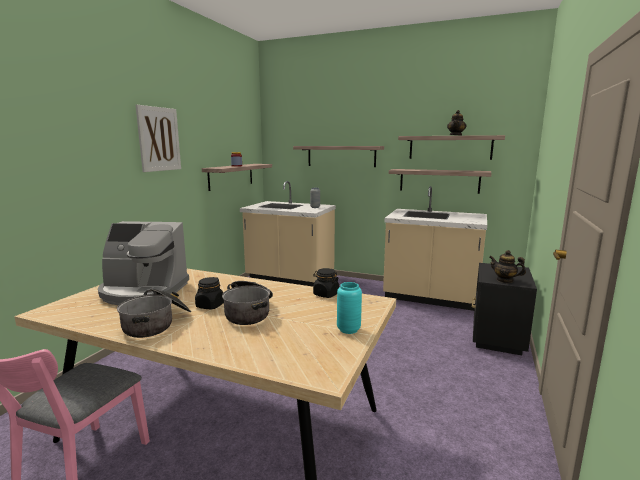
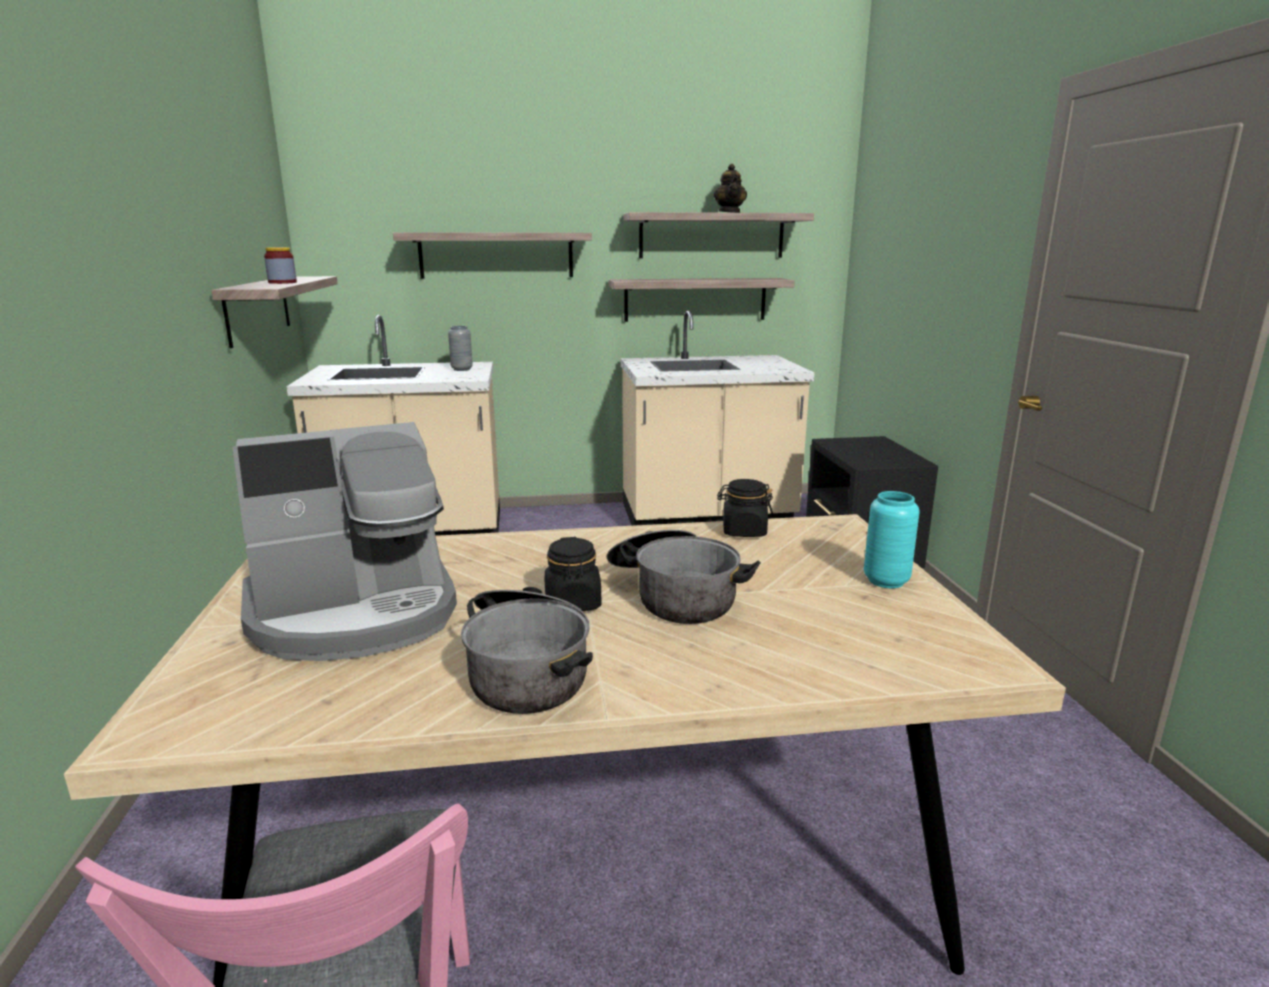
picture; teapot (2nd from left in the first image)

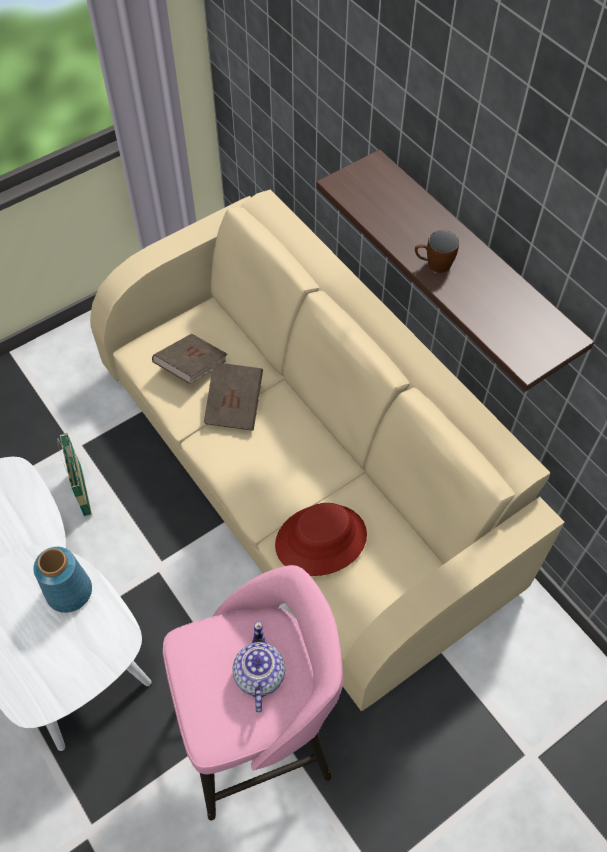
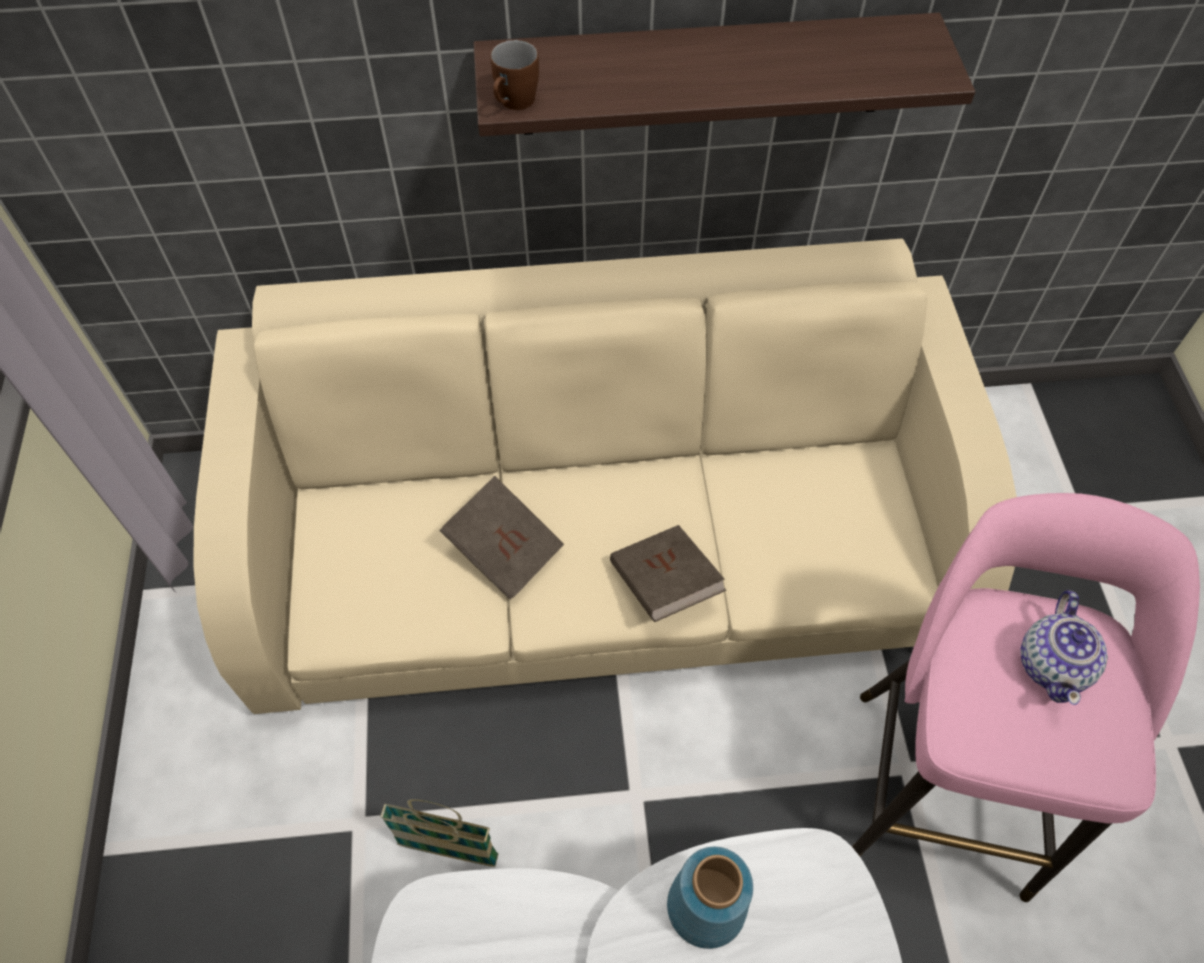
red hat; brown book (2nd from left); brown mug; teapot

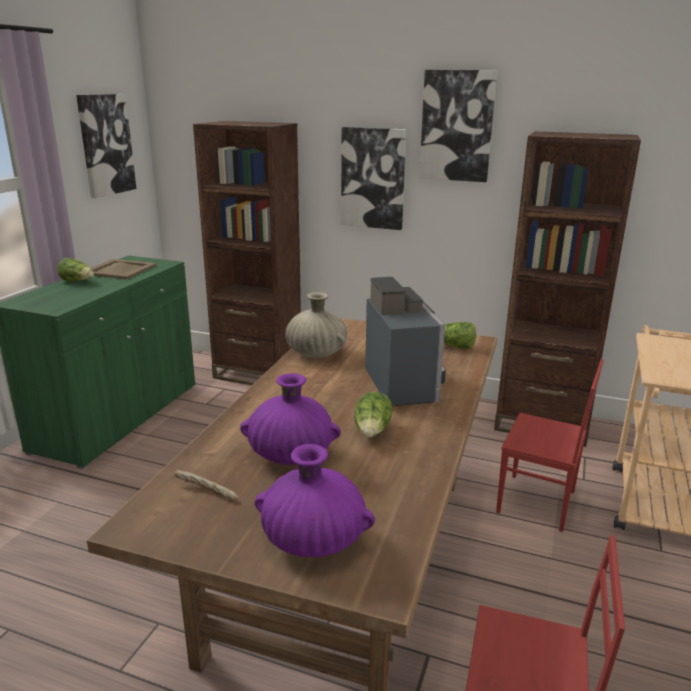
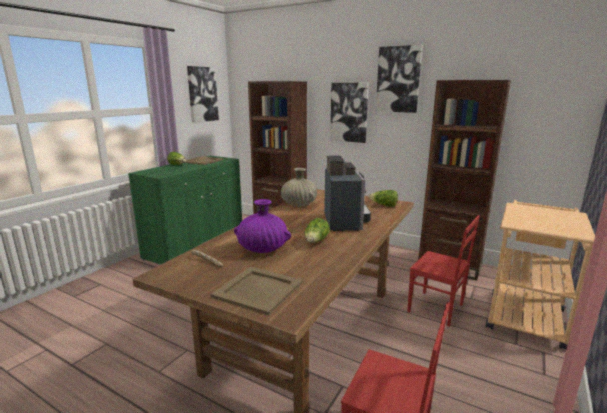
beige tray (2nd from left)

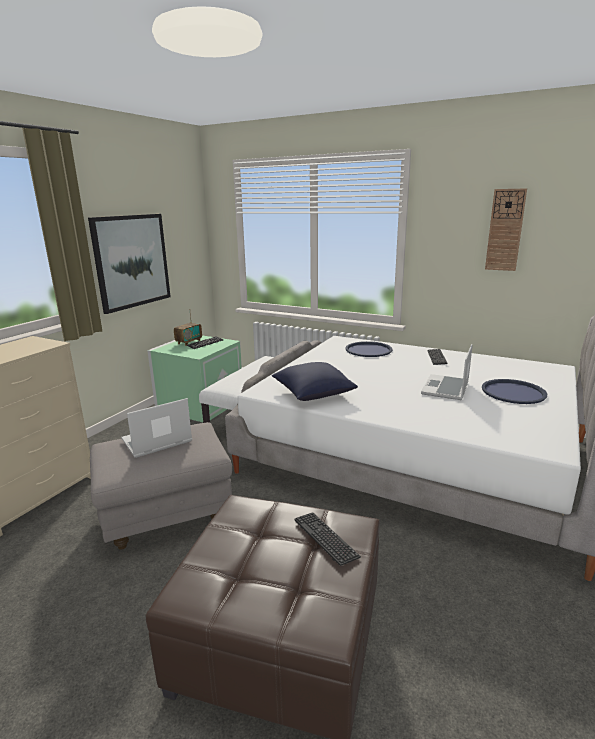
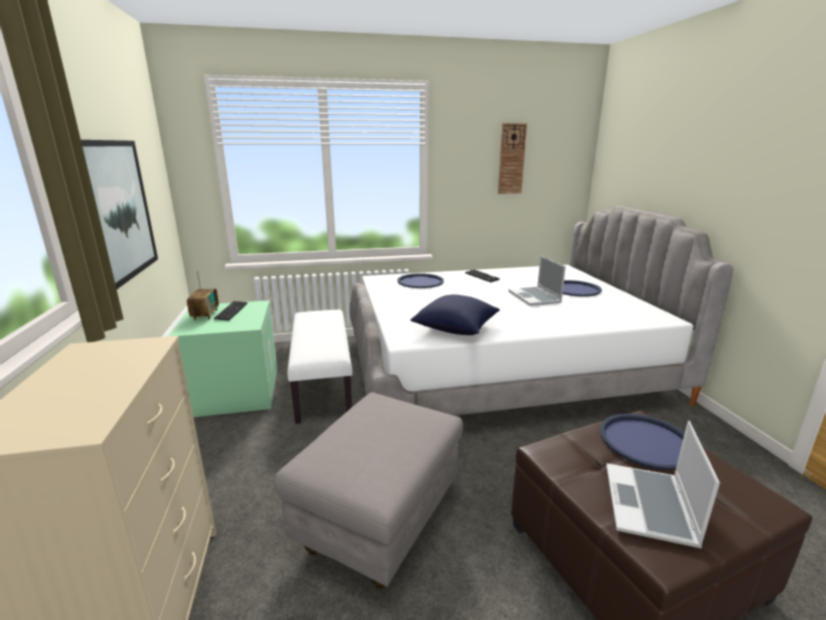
laptop (2nd from left); blue tray (3rd from left)

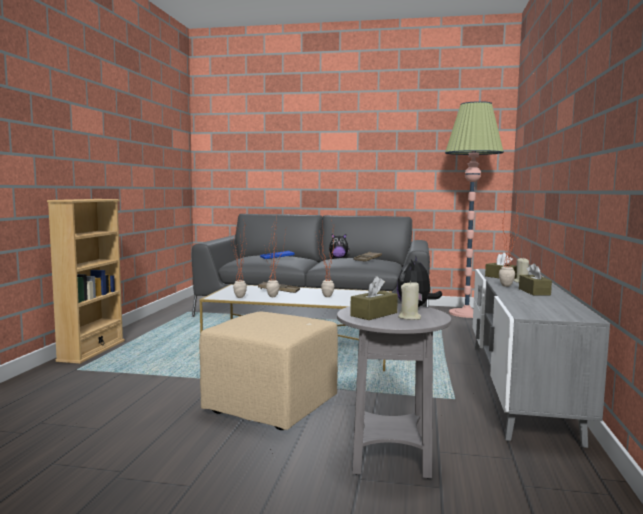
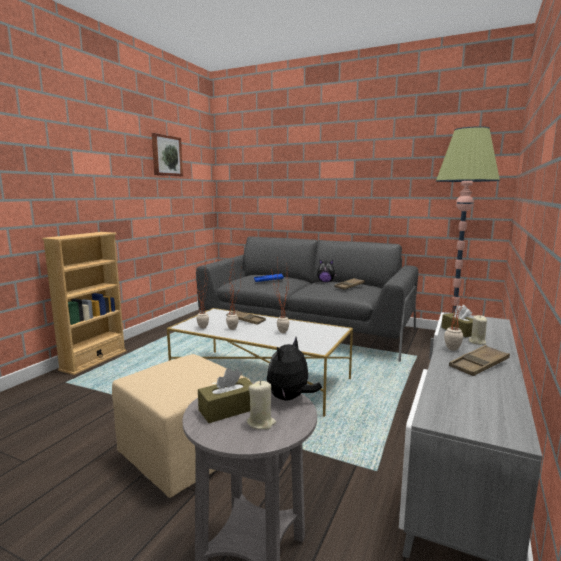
picture; brown tray (3rd from left)

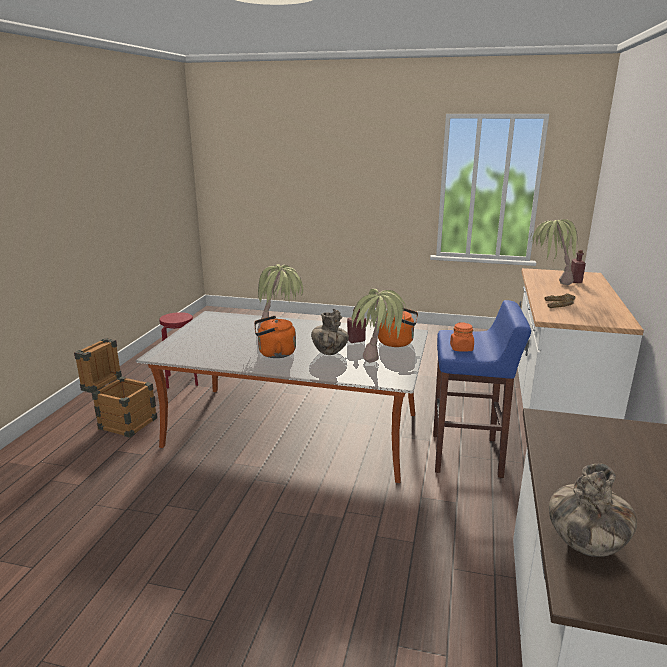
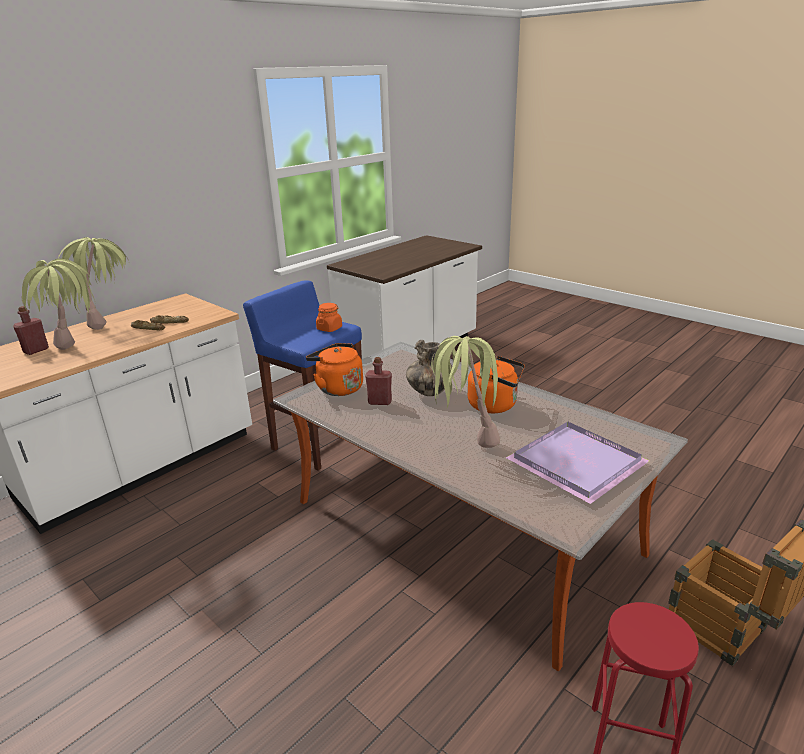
vase (2nd from left in the first image); purple tray; potted plant (2nd from left)

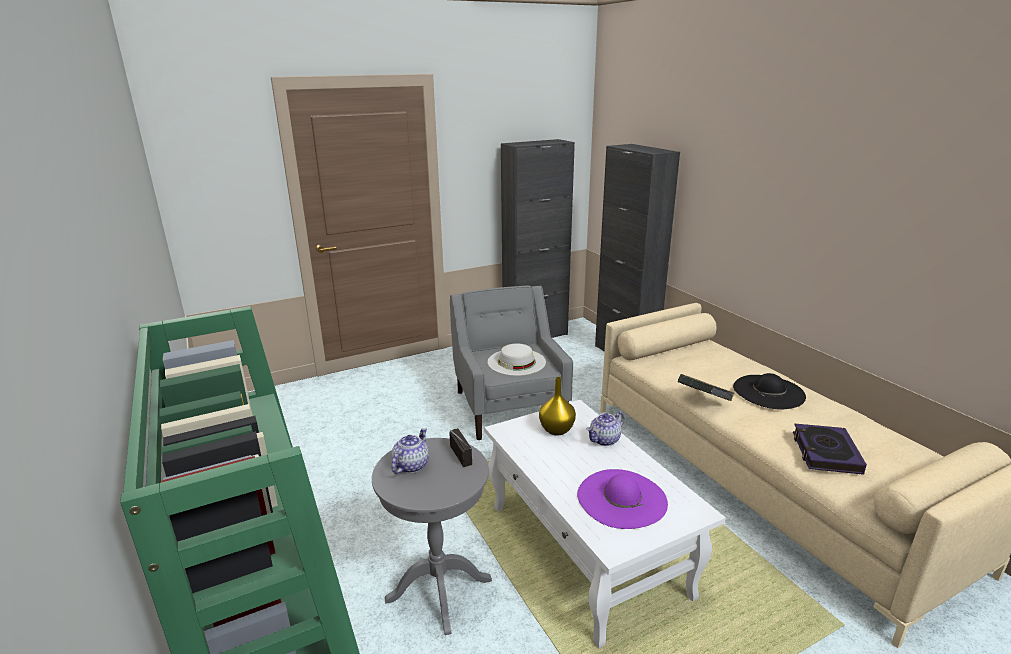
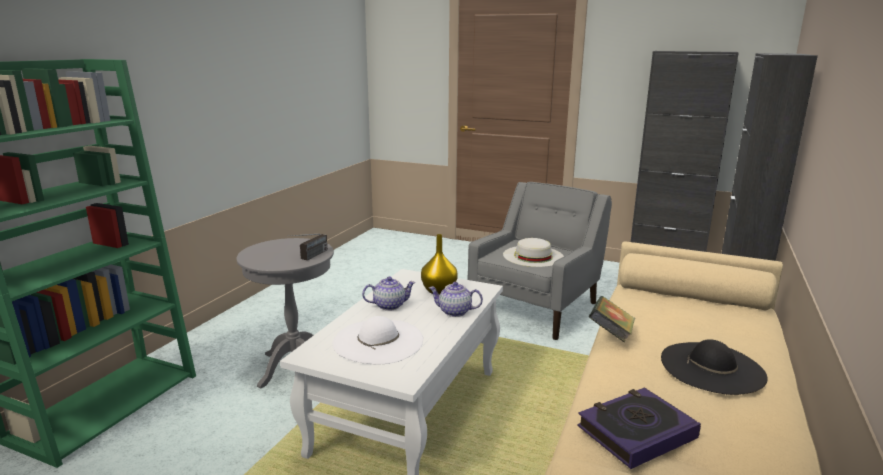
teapot (1st from left); white hat (1st from left)

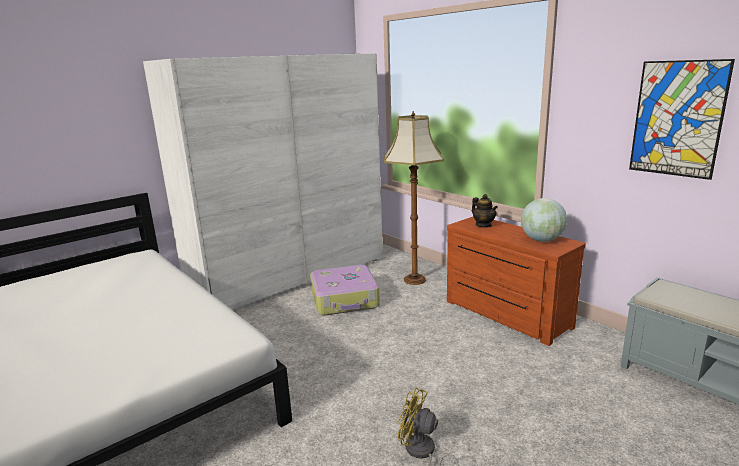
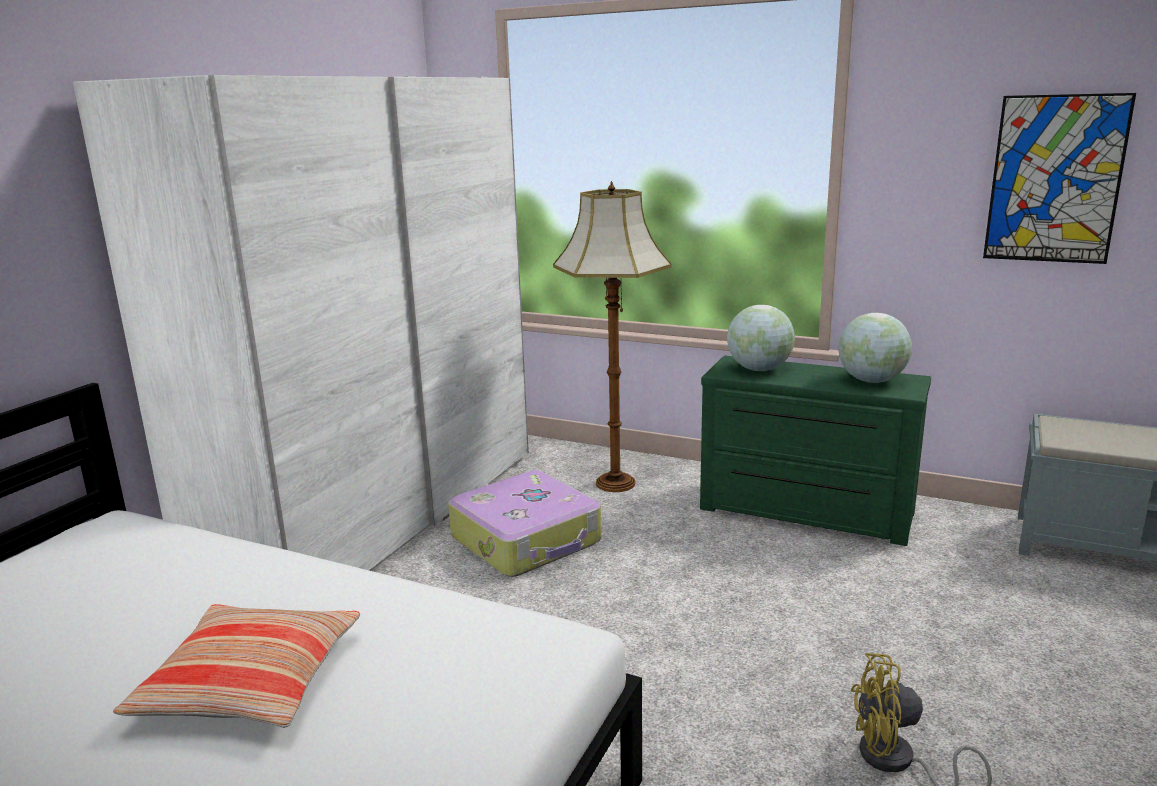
pillow; globe (1st from left); green dresser

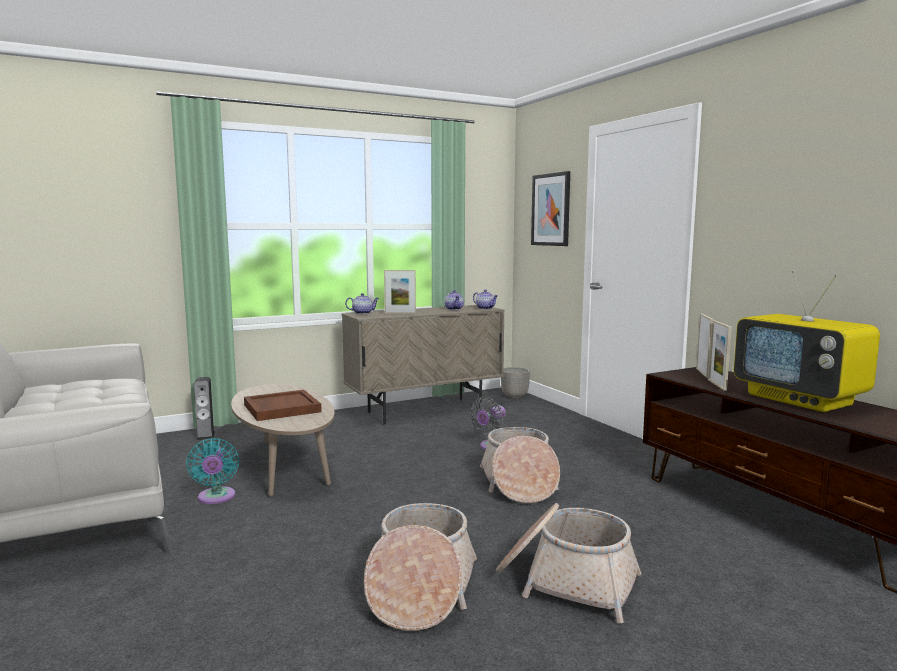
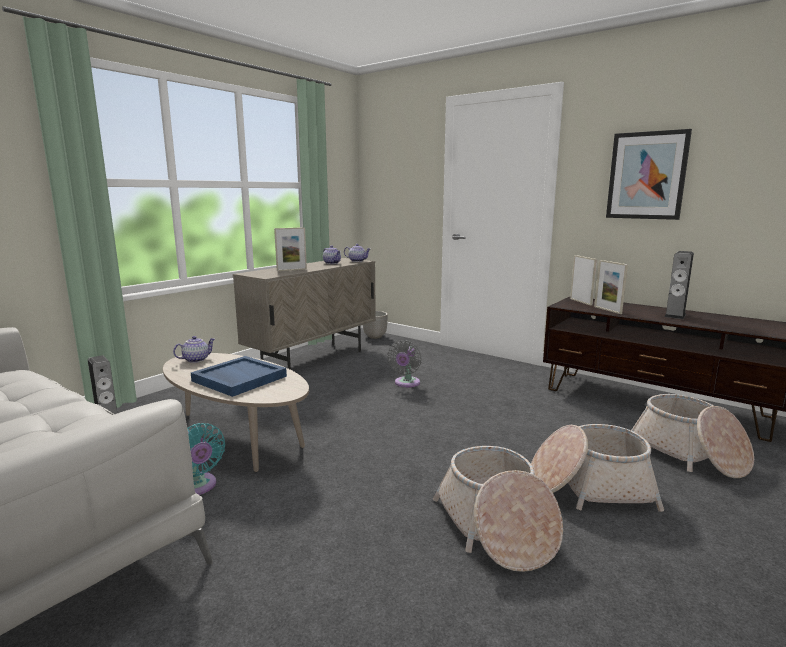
teapot (1st from left); basket (3rd from left); picture; speaker (2nd from left); blue tray

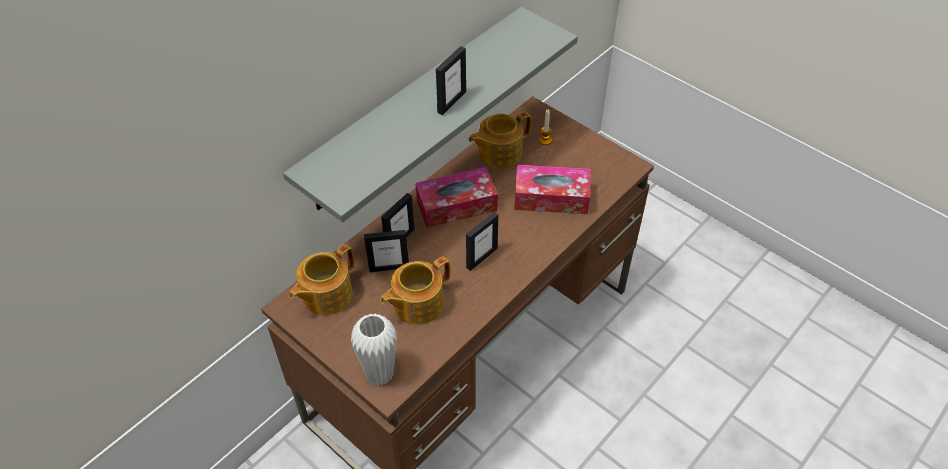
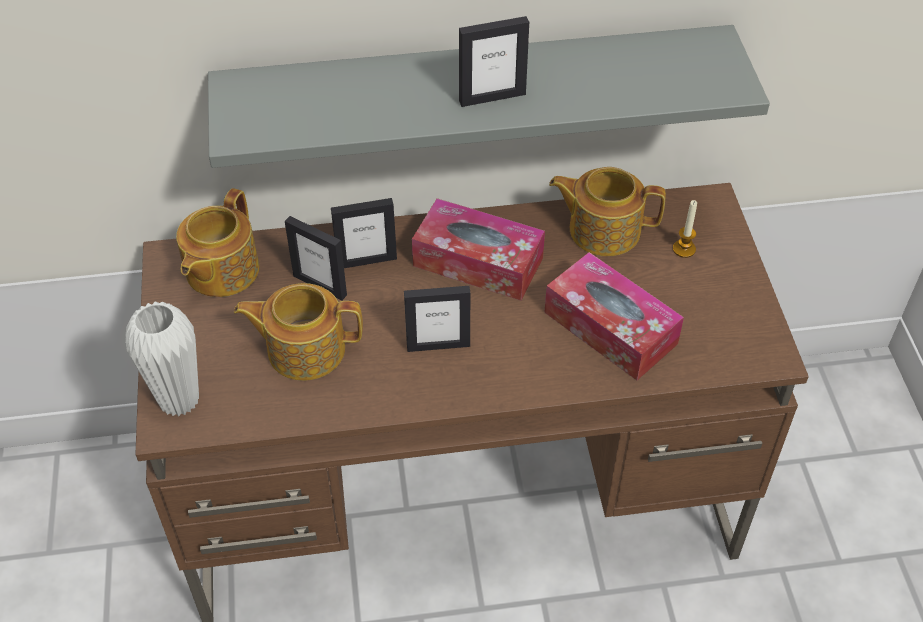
teapot (1st from left)

